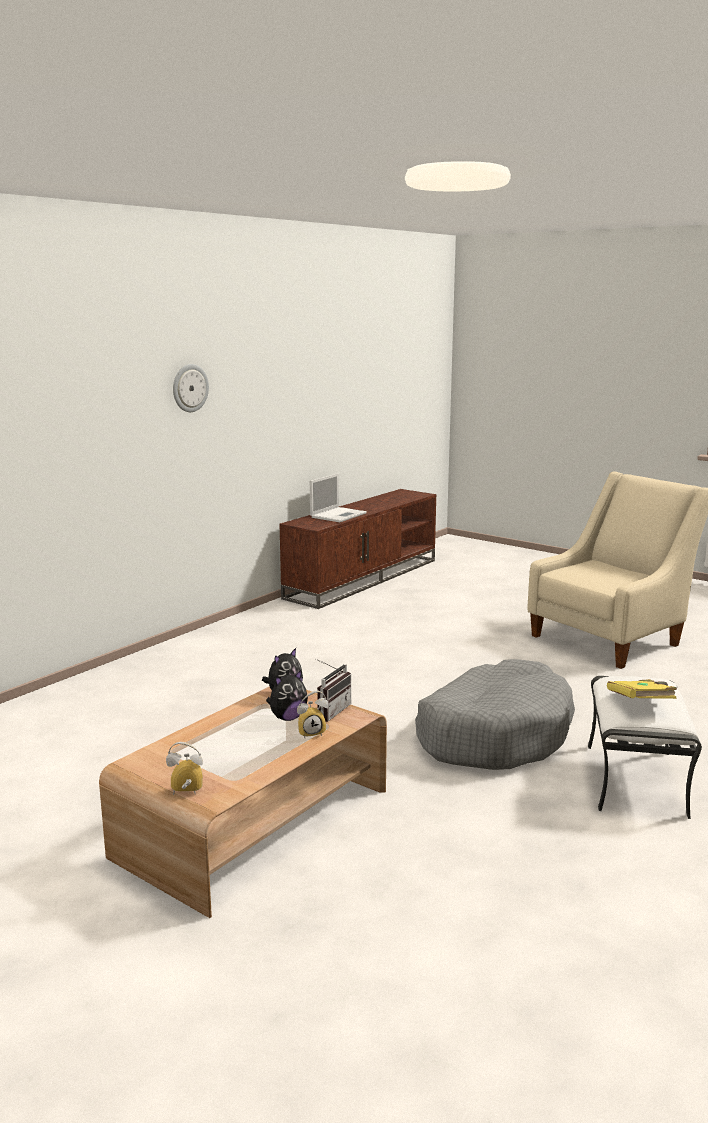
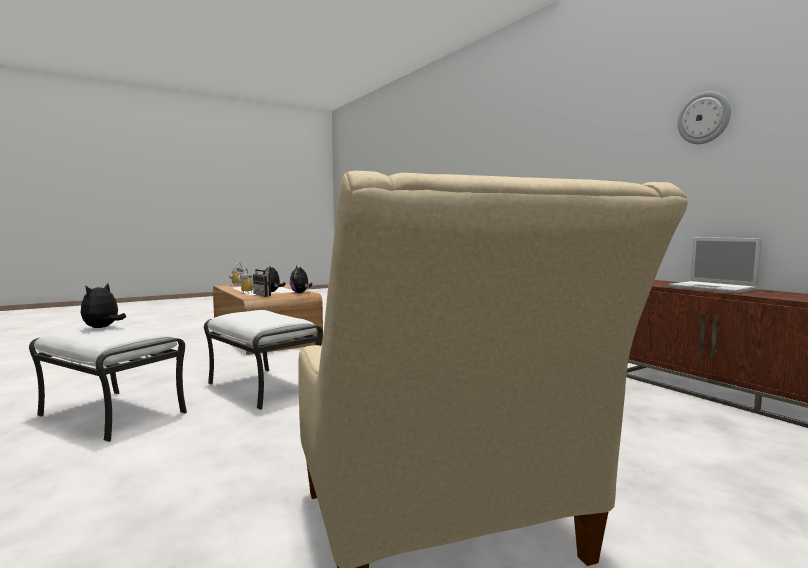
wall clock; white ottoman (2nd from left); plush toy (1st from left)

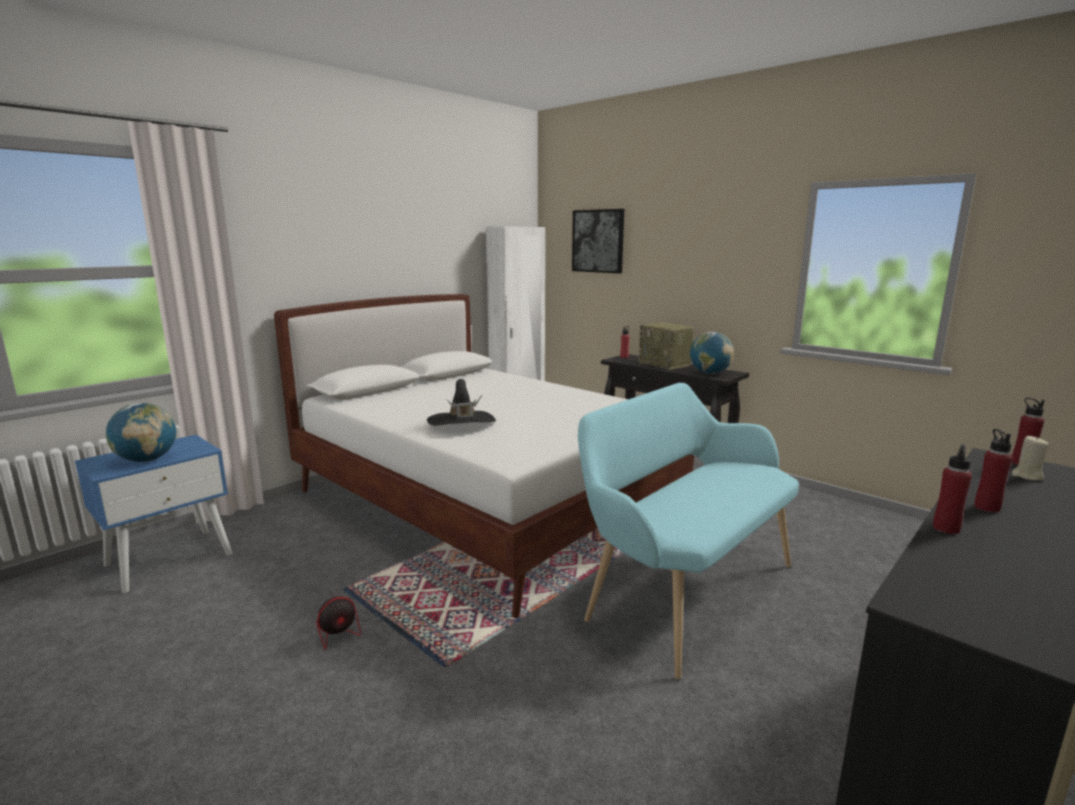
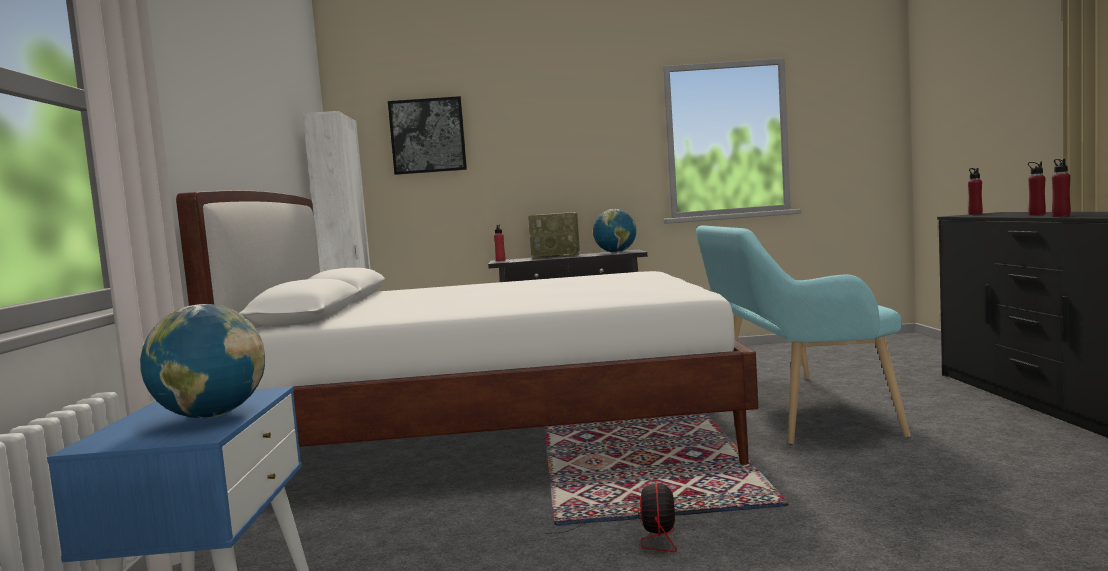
black hat; beige candle

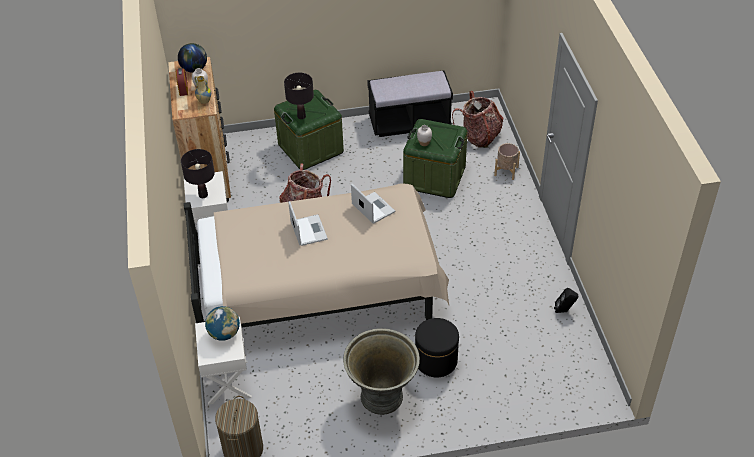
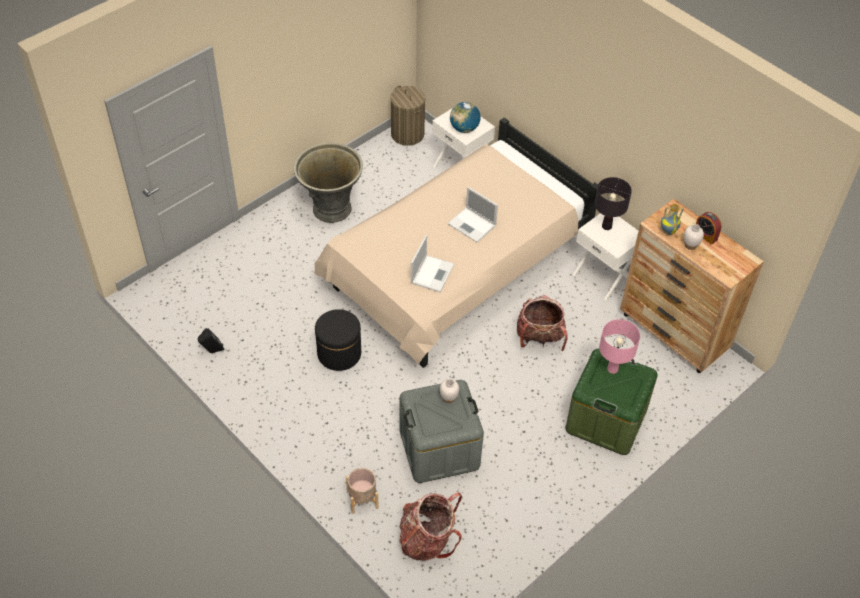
globe (1st from left in the first image); black bench; black ottoman; pink table lamp; grey storage box; laptop (1st from left)

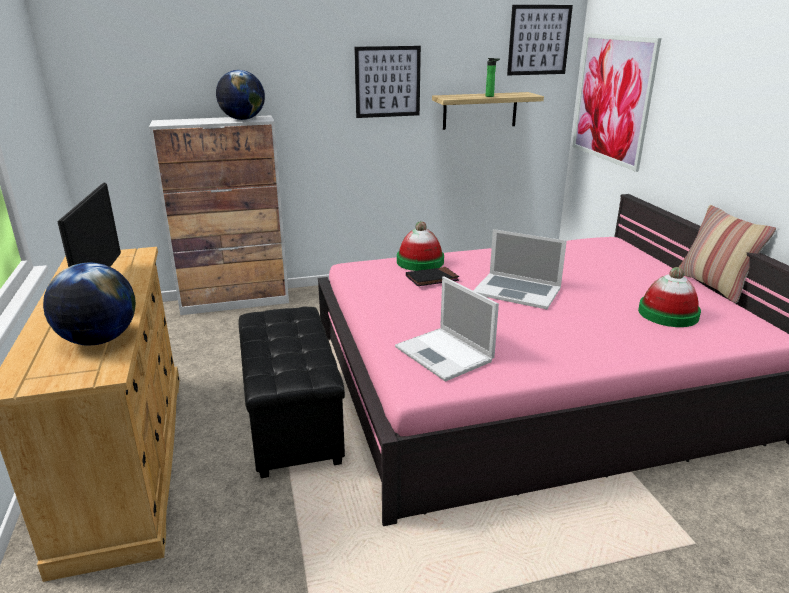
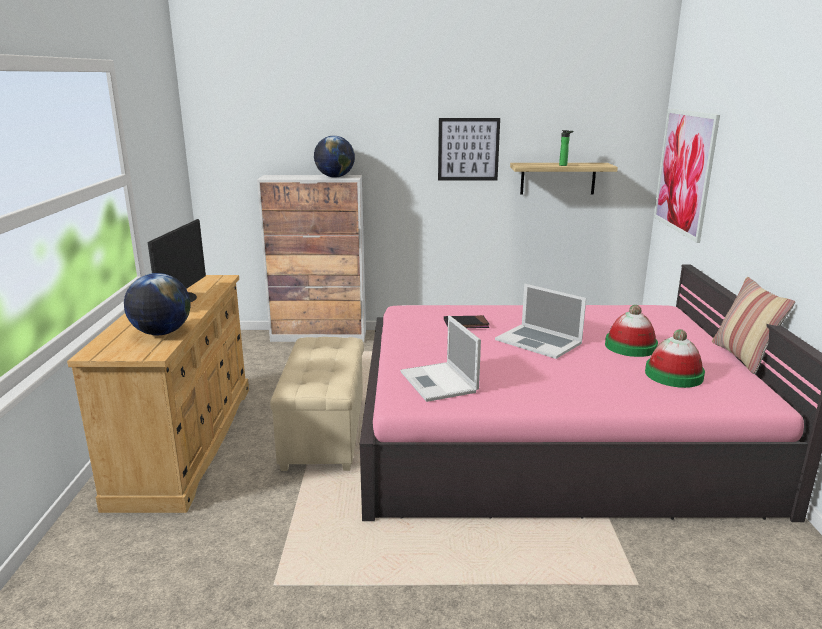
picture (2nd from left in the first image); hat (1st from left); beige ottoman

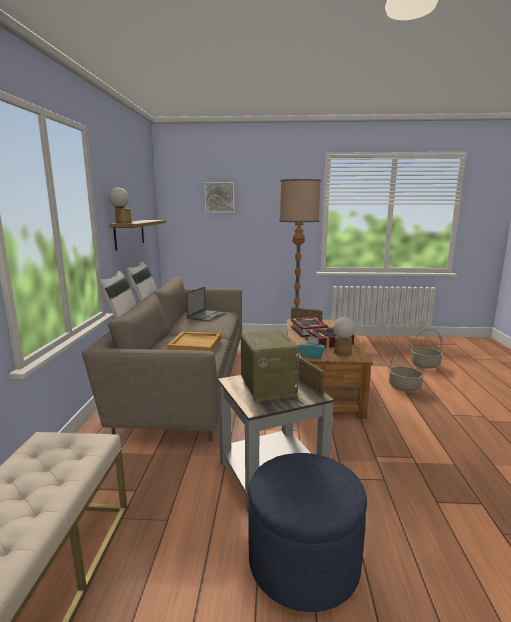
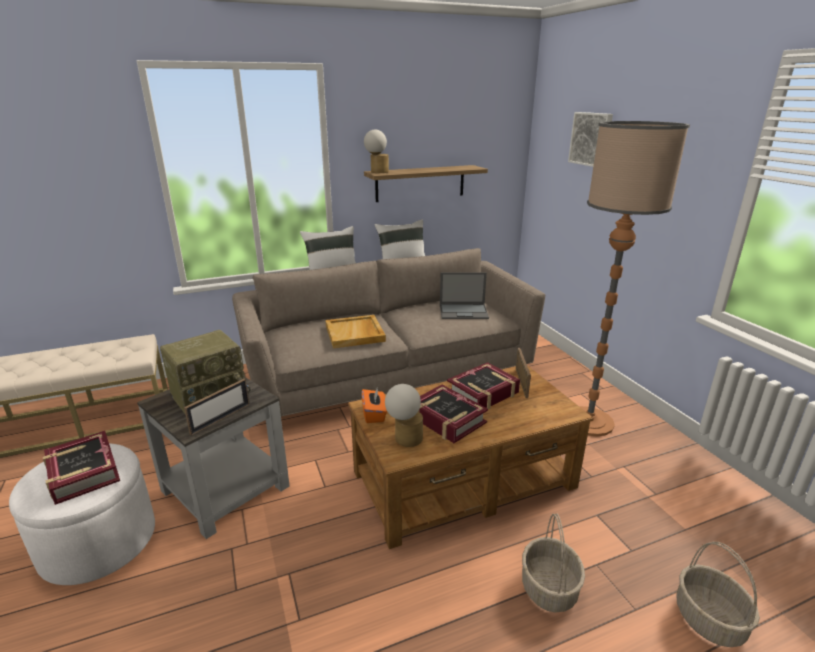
book (1st from left); white ottoman; orange tissue box

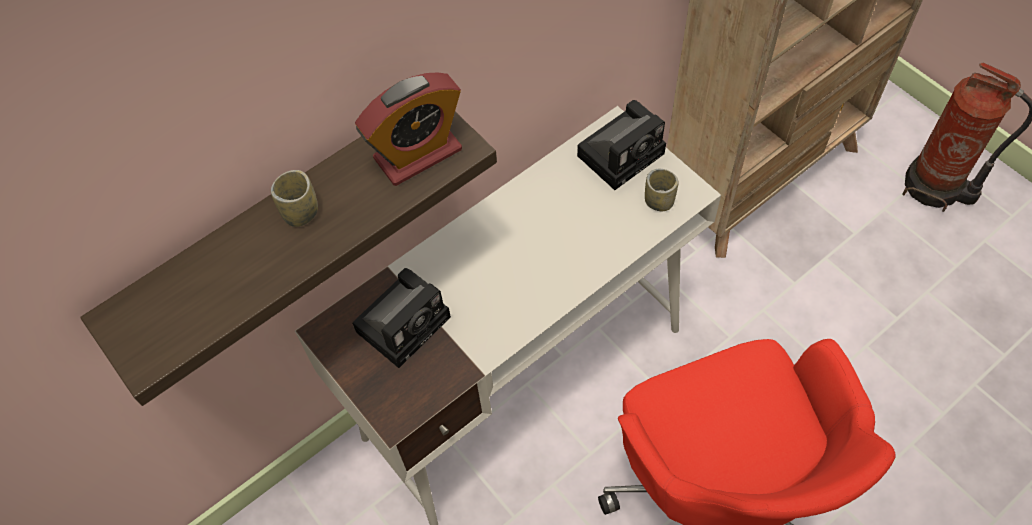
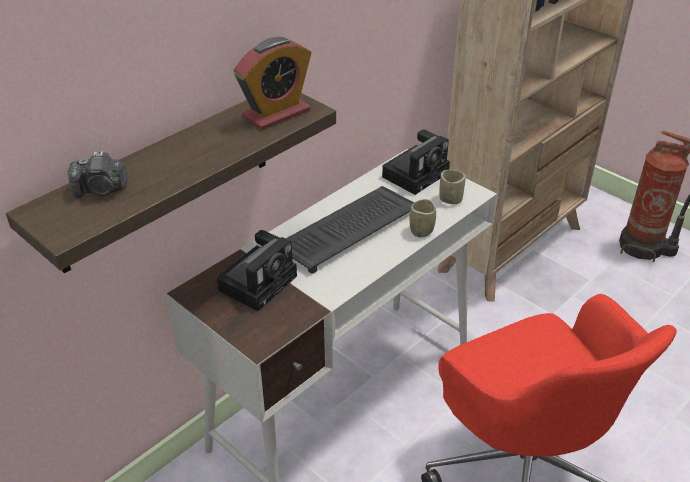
photo camera (1st from left); keyboard; cup (1st from left)

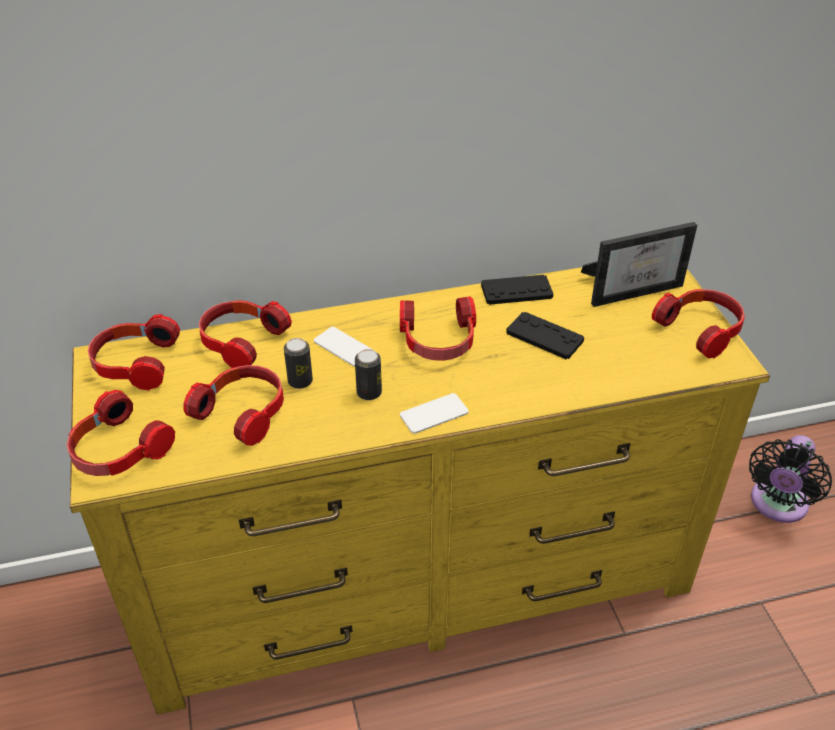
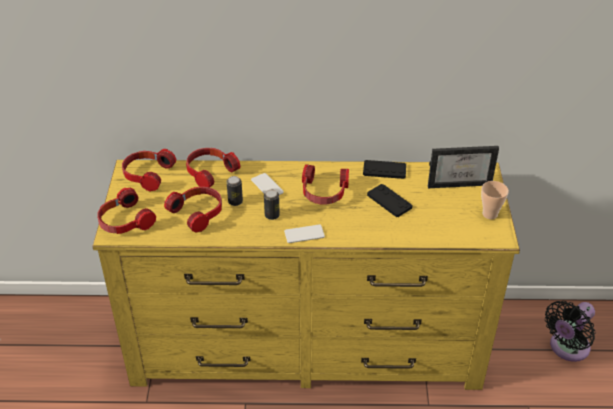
cup

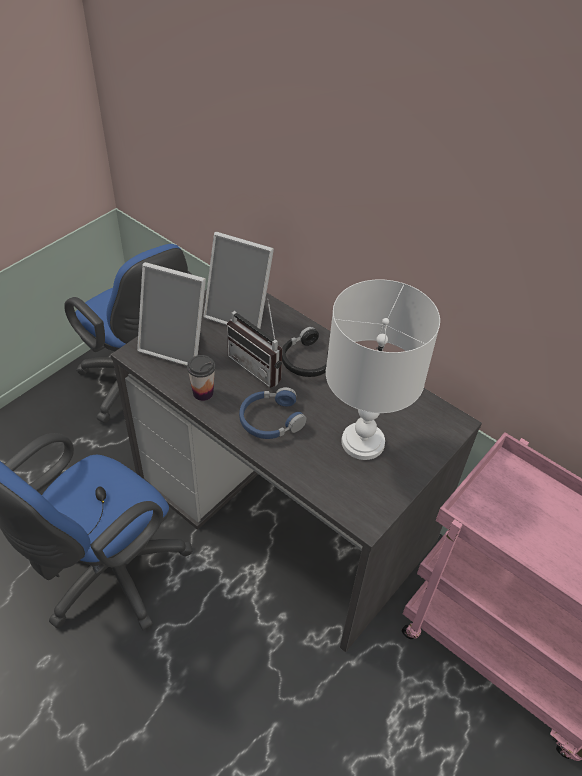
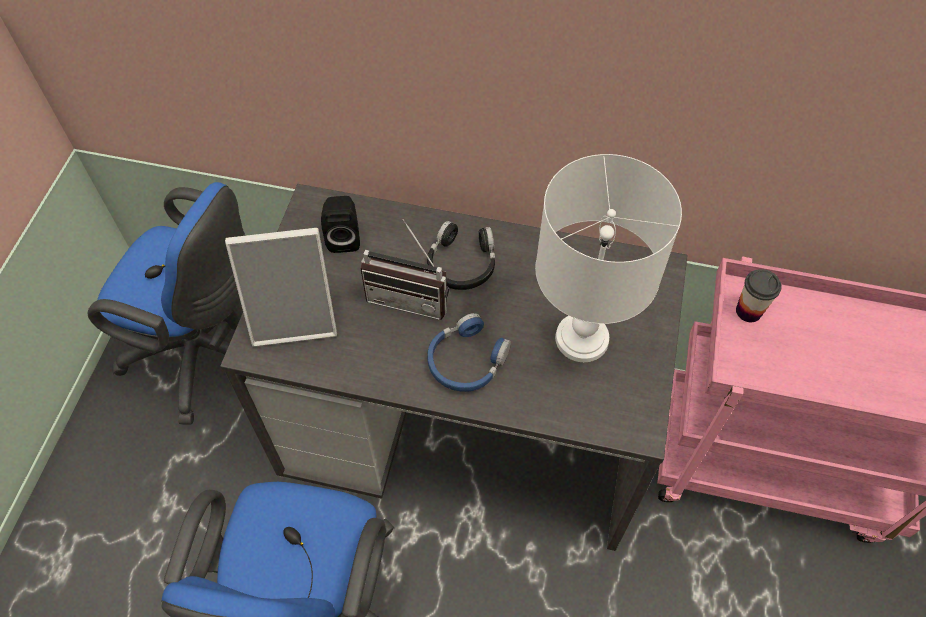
cup; black speaker

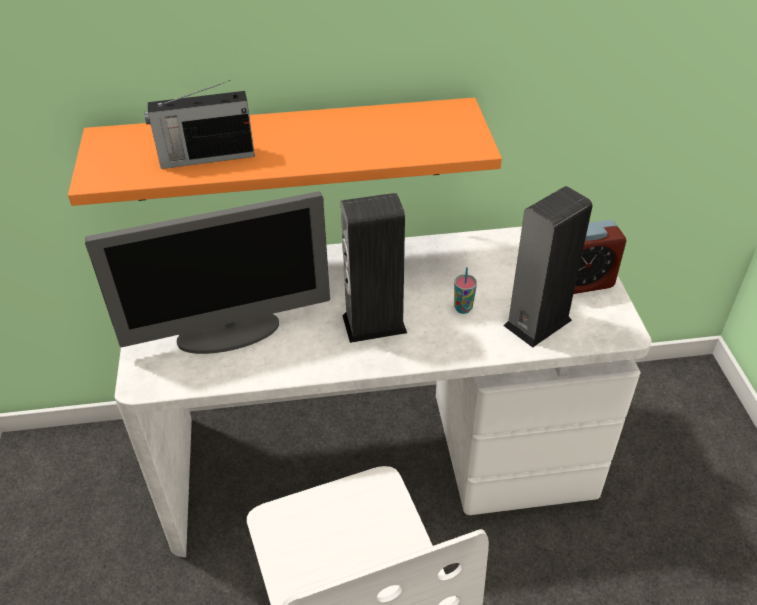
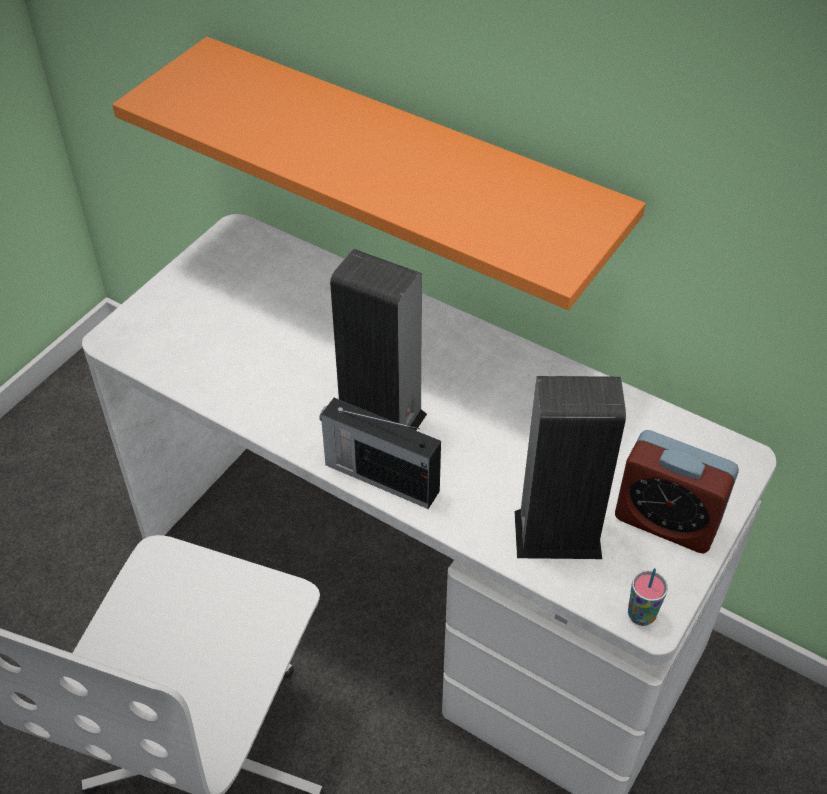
monitor; radio; cup

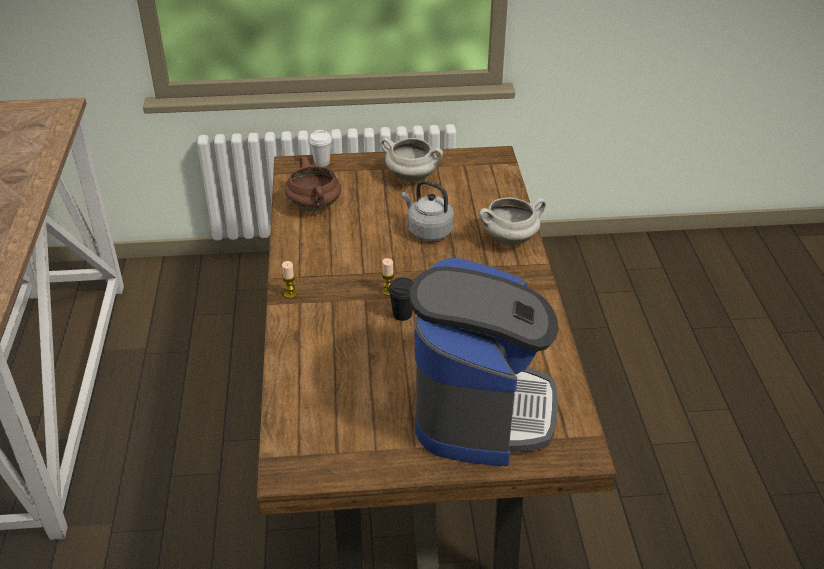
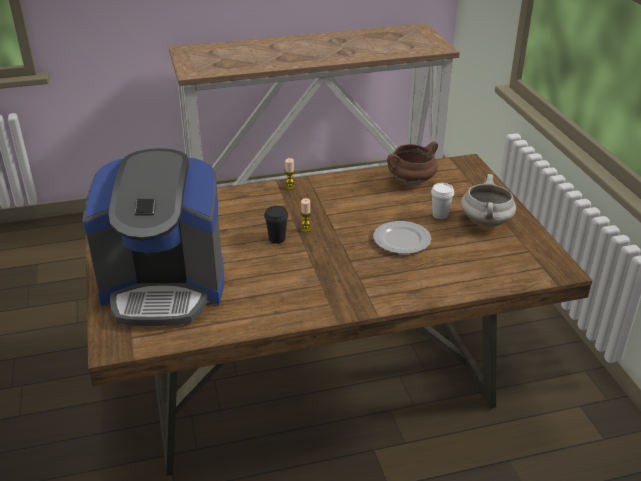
white cooking pot (2nd from left in the first image); white cup; plate

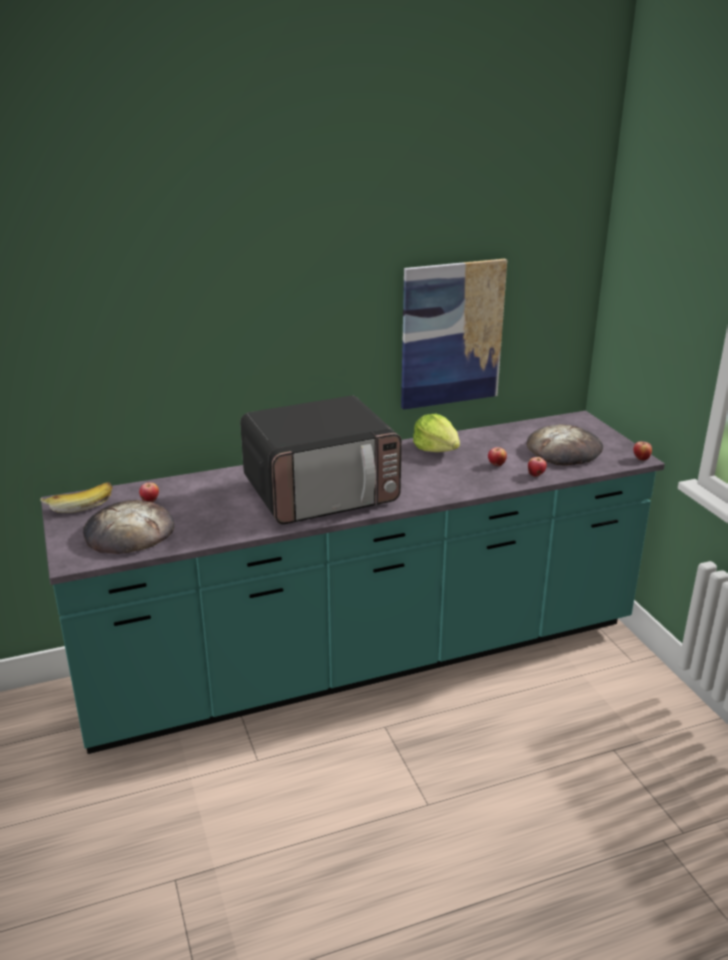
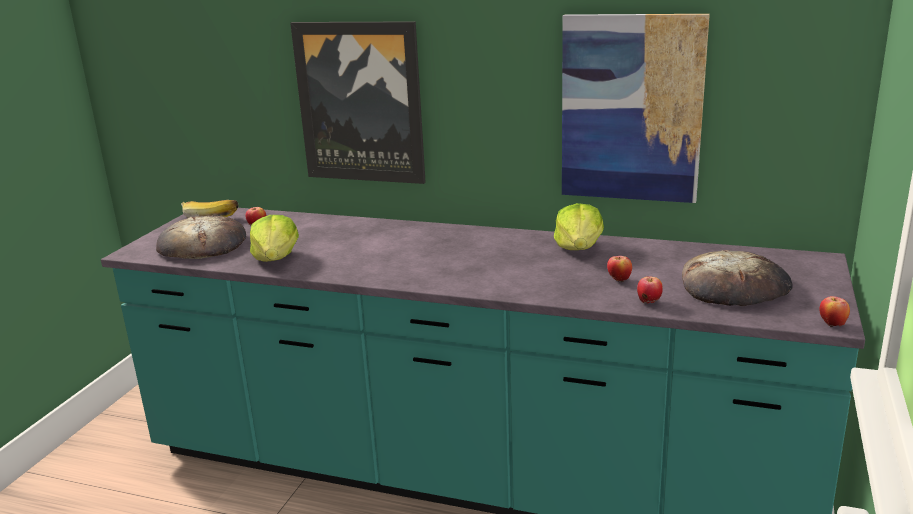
microwave; lettuce (1st from left); picture (1st from left)

